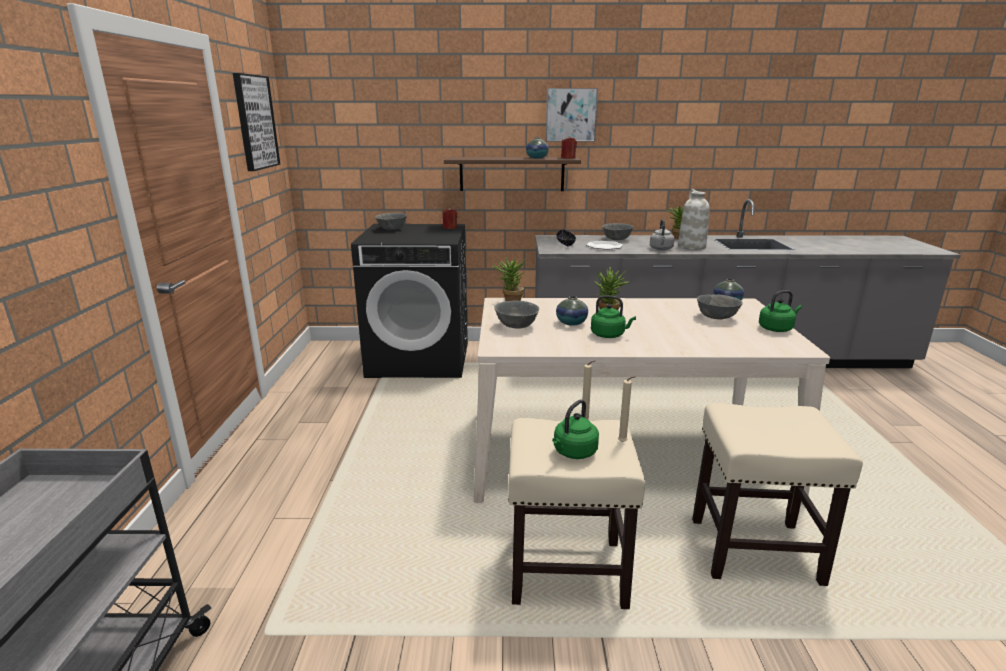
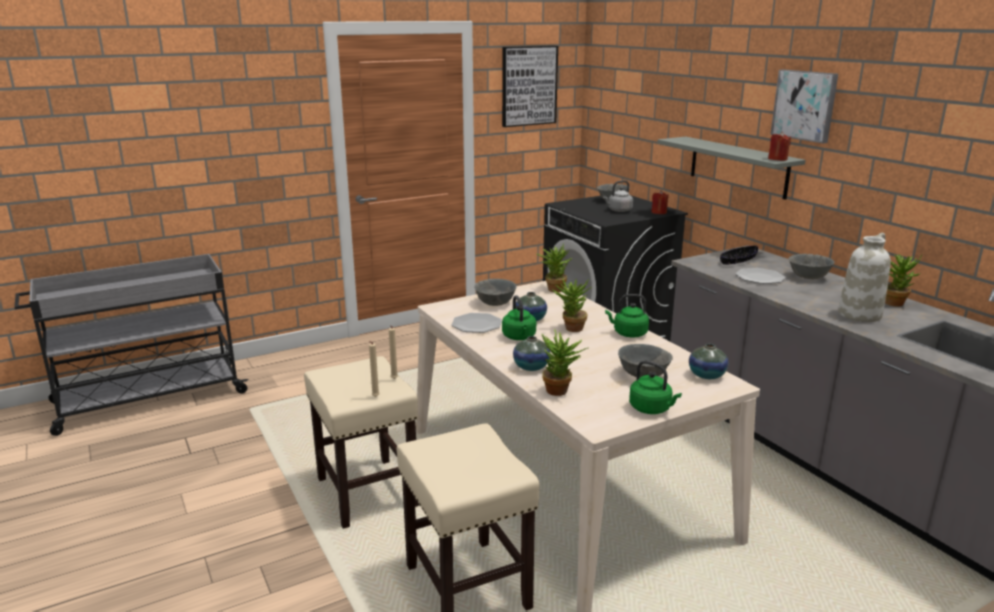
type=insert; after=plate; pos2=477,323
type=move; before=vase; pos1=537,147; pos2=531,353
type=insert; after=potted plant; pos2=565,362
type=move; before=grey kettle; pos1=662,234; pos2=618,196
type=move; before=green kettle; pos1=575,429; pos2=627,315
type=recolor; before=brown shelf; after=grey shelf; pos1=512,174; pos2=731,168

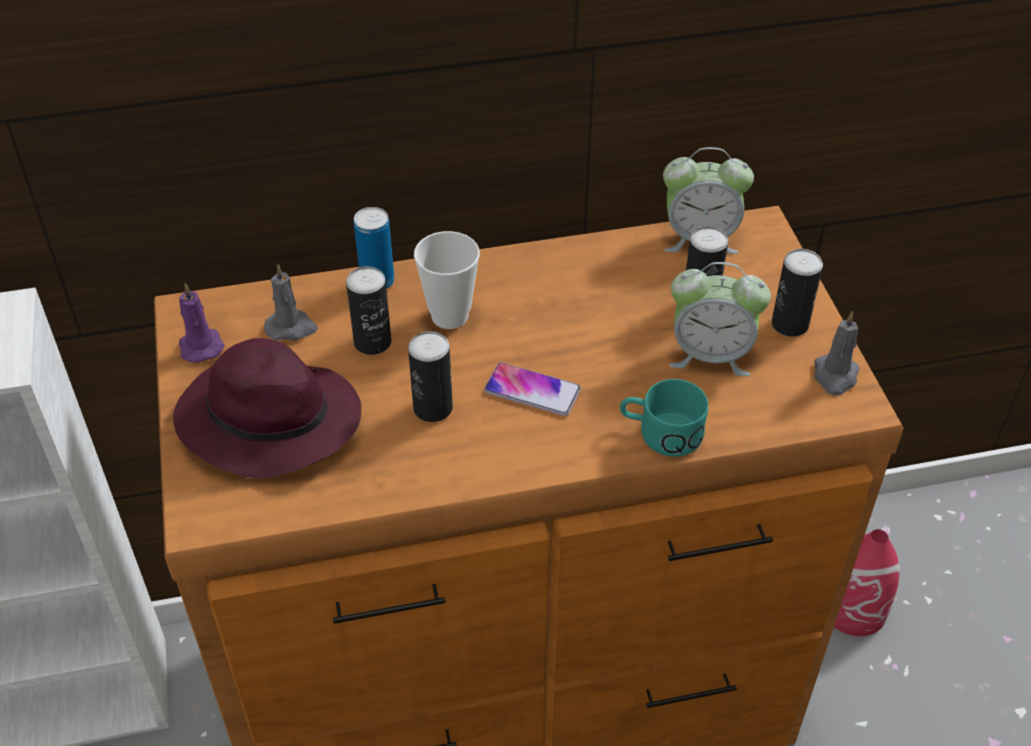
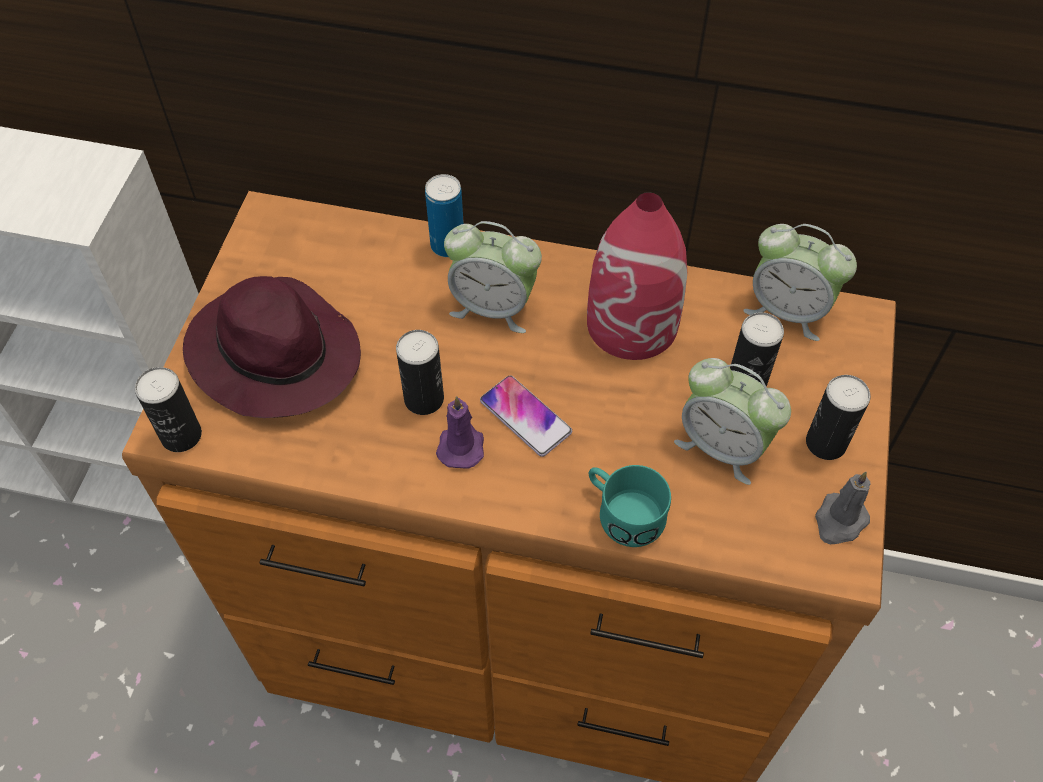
type=move; before=can; pos1=369,310; pos2=168,409
type=move; before=purple candle; pos1=202,323; pos2=460,432
type=replace; before=cup; after=alarm clock; pos1=447,280; pos2=493,277
type=move; before=red vase; pos1=867,582; pos2=637,276
type=delete; before=grey candle; pos1=291,302

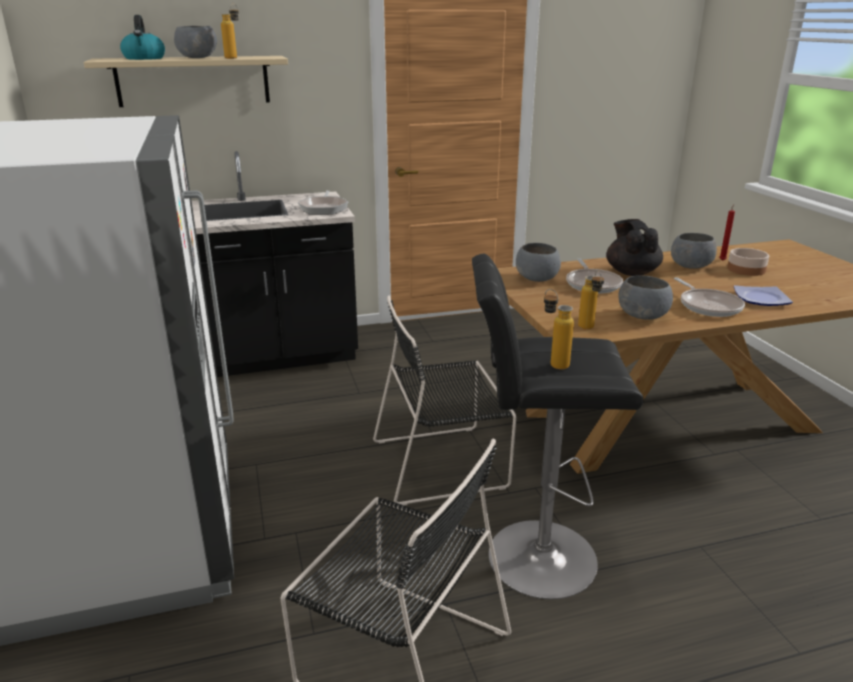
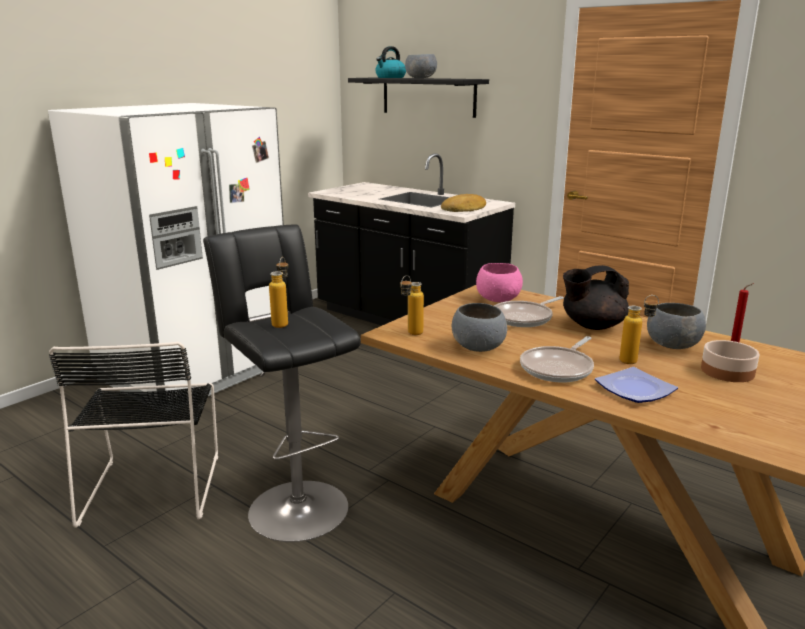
type=recolor; before=beige shelf; after=black shelf; pos1=186,81; pos2=418,97
type=replace; before=frying pan; after=bread; pos1=322,202; pos2=463,203
type=recolor; before=grey bowl; after=pink bowl; pos1=538,262; pos2=499,282
type=rotate; before=black teapot; pos1=634,247; pos2=596,297; turn=-150
type=move; before=bottle; pos1=230,31; pos2=639,329
type=delete; before=black chair; pos1=444,400

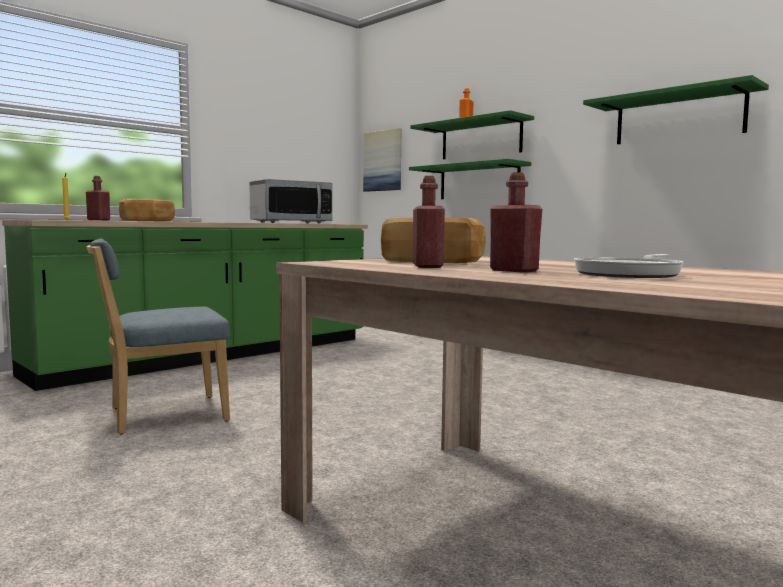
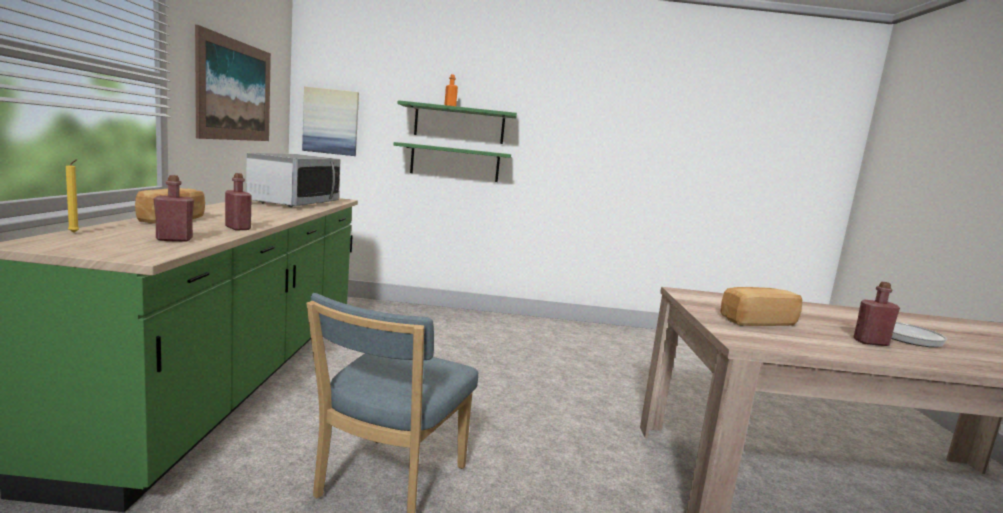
type=insert; after=picture; pos2=233,83
type=move; before=red bottle; pos1=429,222; pos2=238,202
type=delete; before=green shelf; pos1=676,109

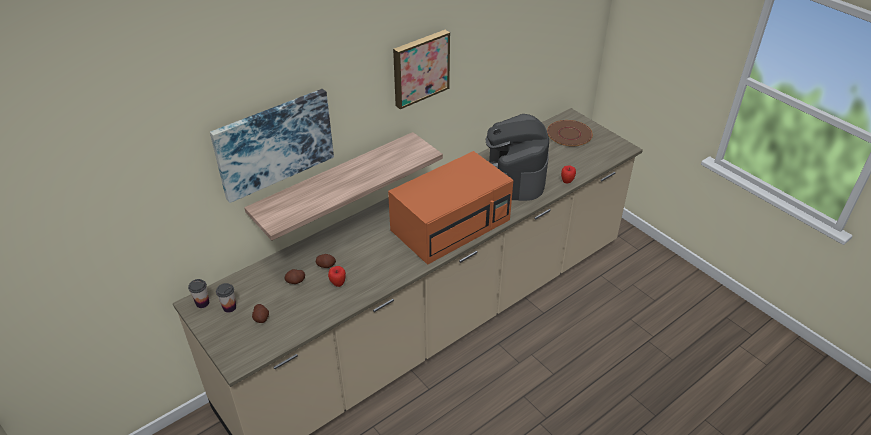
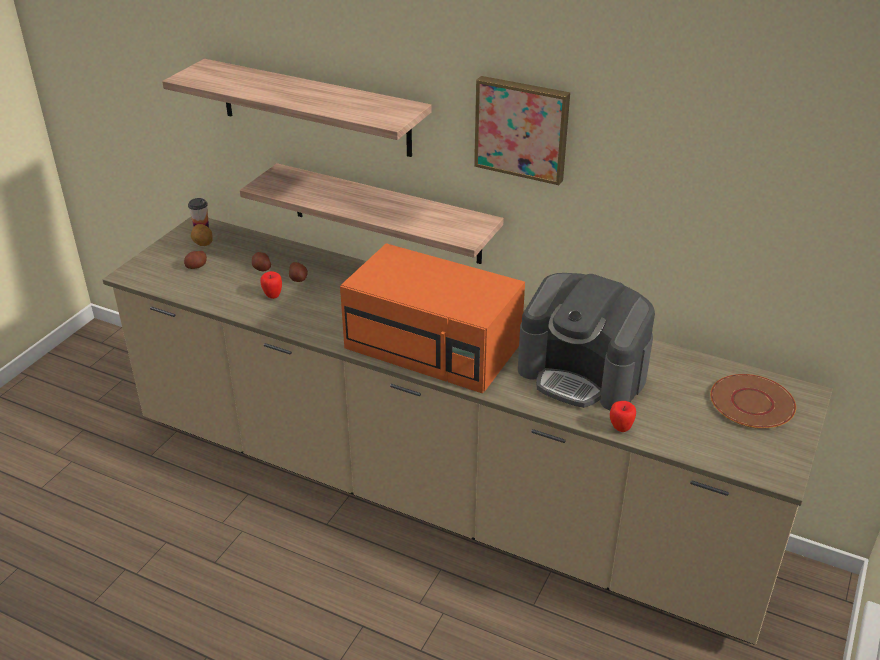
type=replace; before=picture; after=shelf; pos1=272,146; pos2=297,108
type=replace; before=cup; after=potato; pos1=226,298; pos2=202,235
type=rotate; before=coffee machine; pos1=517,157; pos2=586,341; turn=-120

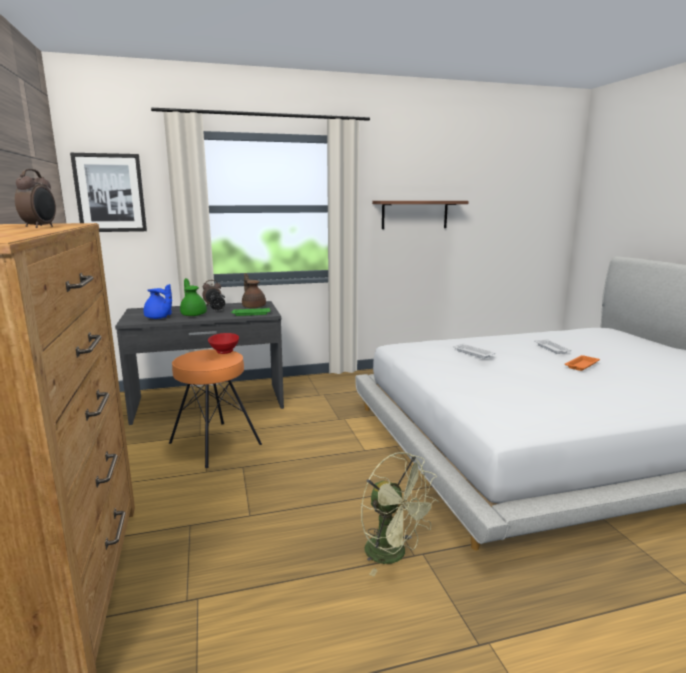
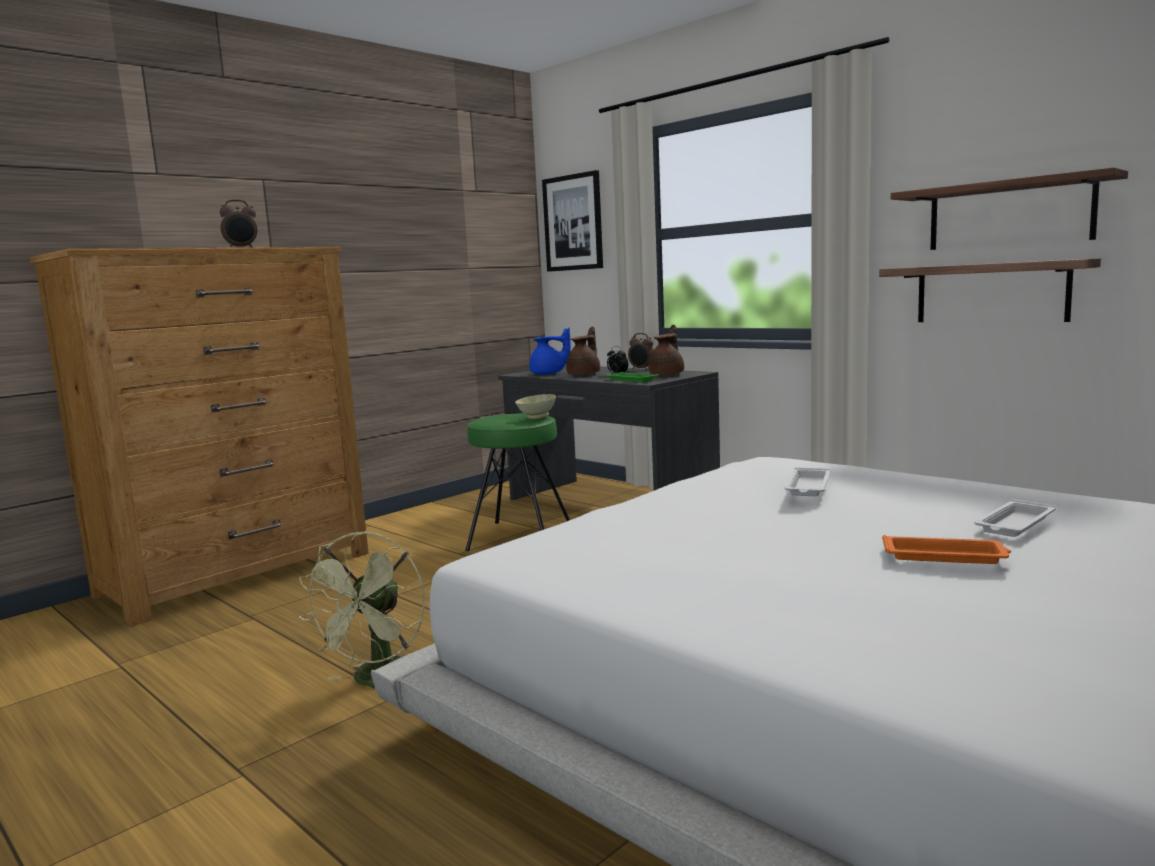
type=recolor; before=orange stool; after=green stool; pos1=215,408; pos2=517,482
type=recolor; before=red bowl; after=beige bowl; pos1=223,343; pos2=535,406
type=rotate; before=blue teapot; pos1=158,301; pos2=550,350; turn=-90
type=recolor; before=green teapot; after=brown teapot; pos1=193,297; pos2=583,351
type=insert; after=shelf; pos2=990,290

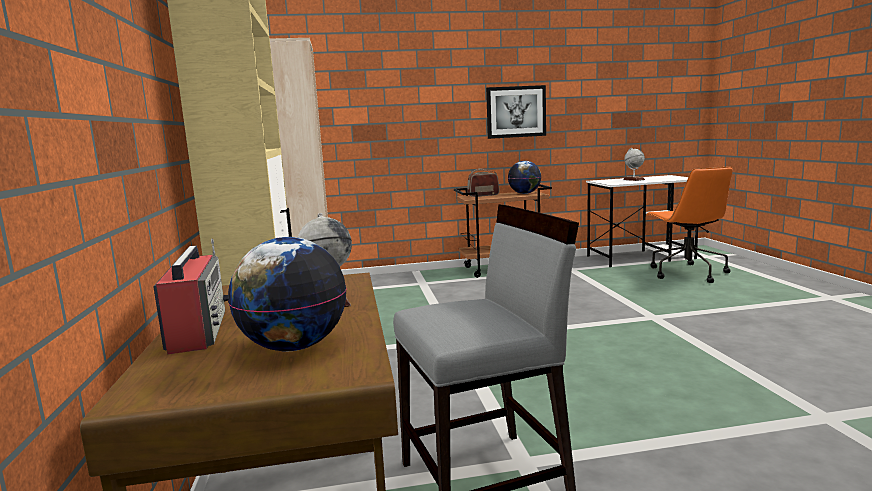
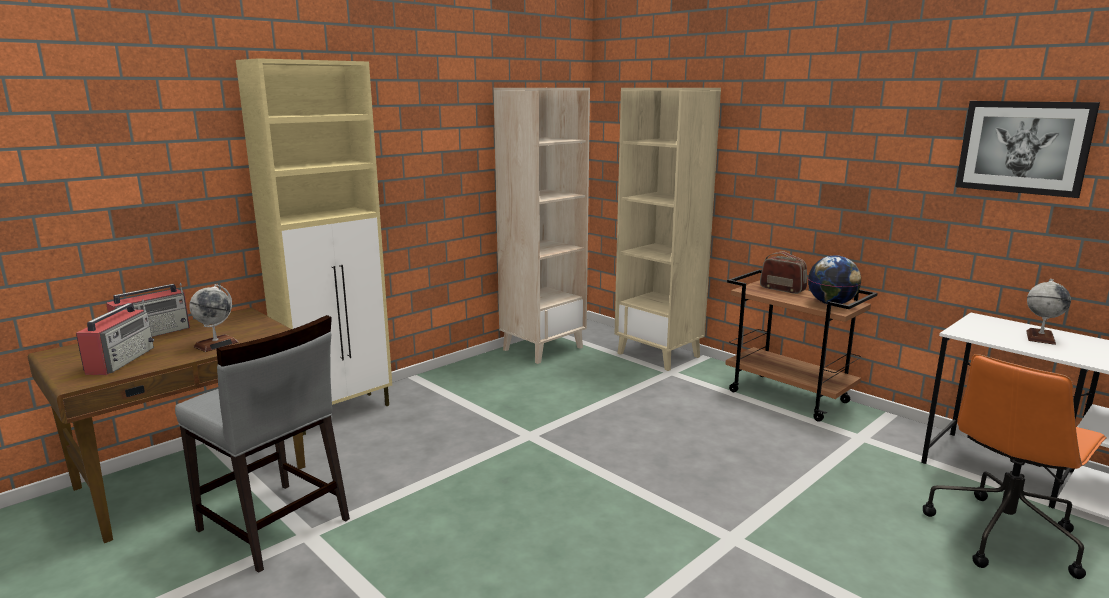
type=replace; before=globe; after=radio; pos1=287,294; pos2=115,337
type=insert; after=beige bookcase; pos2=668,229
type=move; before=picture; pos1=516,112; pos2=1028,149

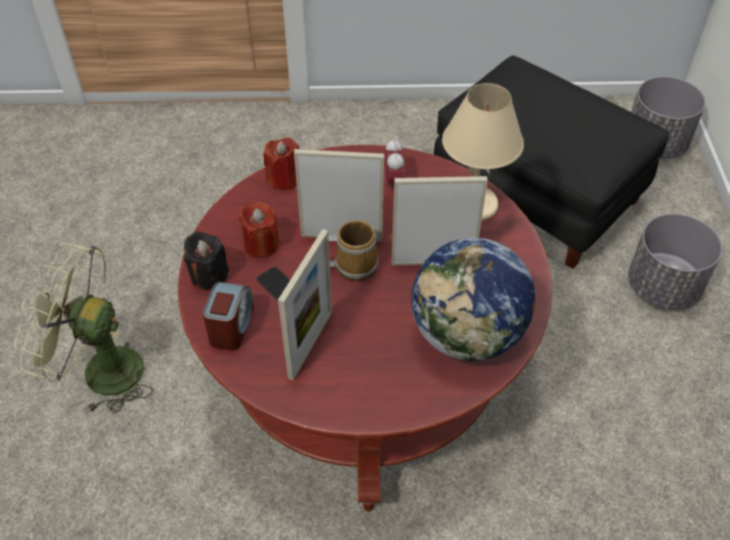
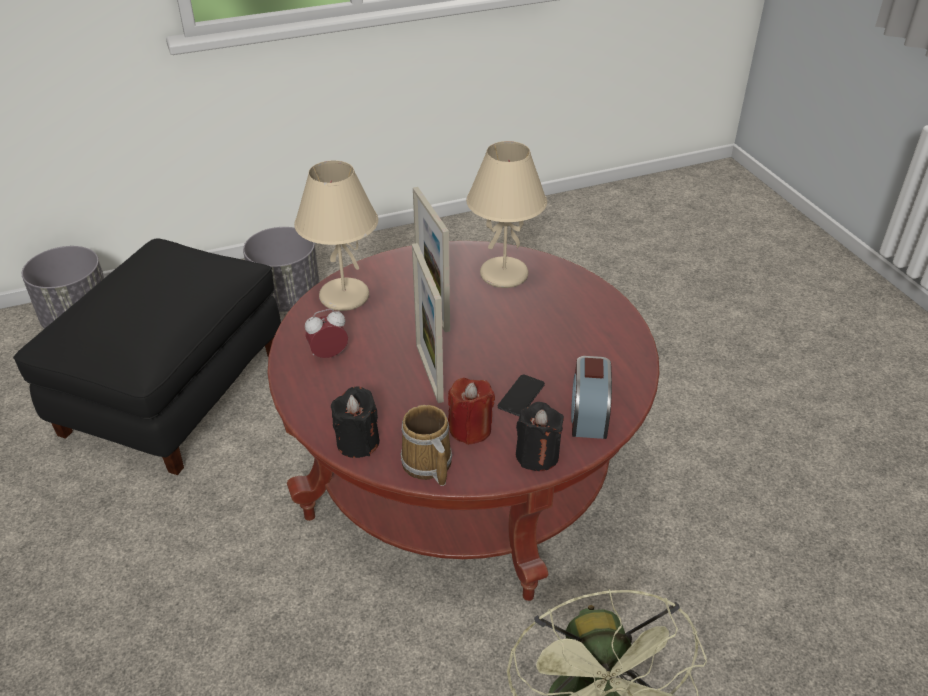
type=recolor; before=red candle; after=black candle; pos1=281,163; pos2=355,422
type=move; before=mug; pos1=353,251; pos2=426,445
type=replace; before=globe; after=beige table lamp; pos1=473,299; pos2=506,214
type=rotate; before=alarm clock; pos1=228,316; pos2=591,397; turn=-75
type=delete; before=picture frame; pos1=305,304

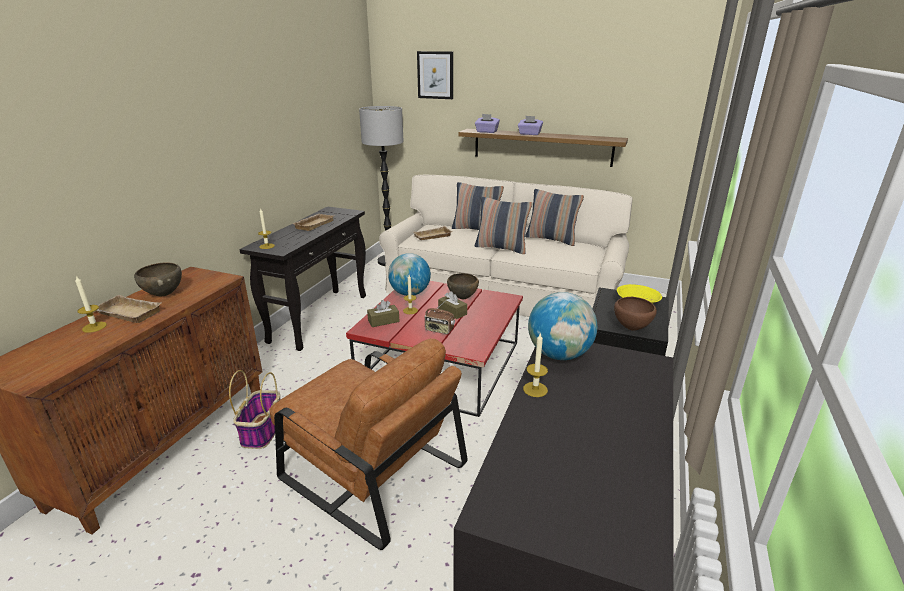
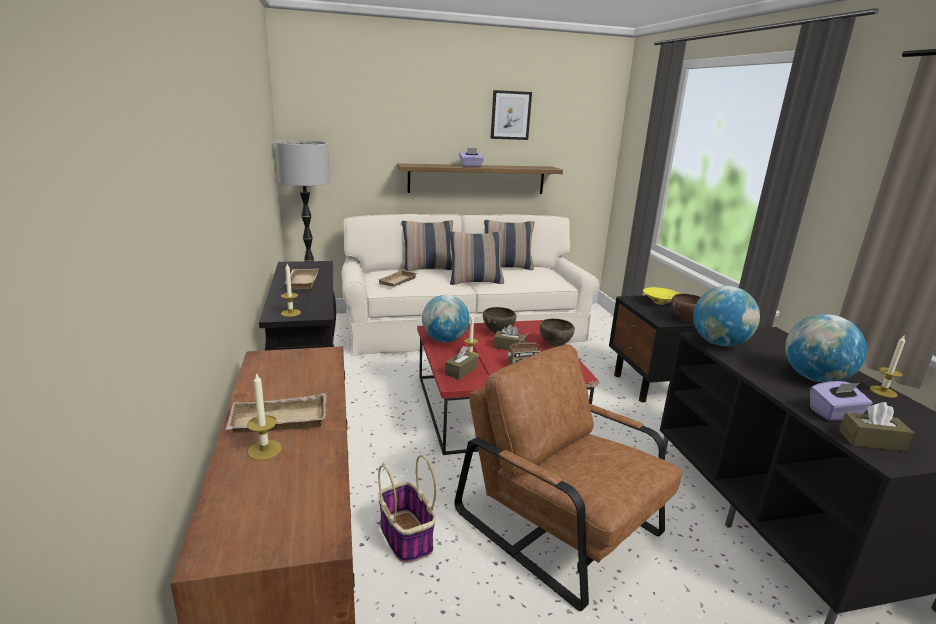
type=rotate; before=brown armchair; pos1=368,444; pos2=568,478; turn=-135
type=move; before=picture; pos1=435,75; pos2=511,115
type=move; before=brown bowl; pos1=158,279; pos2=557,333
type=insert; after=globe; pos2=826,348
type=move; before=purple tissue box; pos1=487,123; pos2=841,401
type=insert; after=brown tissue box; pos2=876,426
type=move; before=candle; pos1=535,365; pos2=887,366

